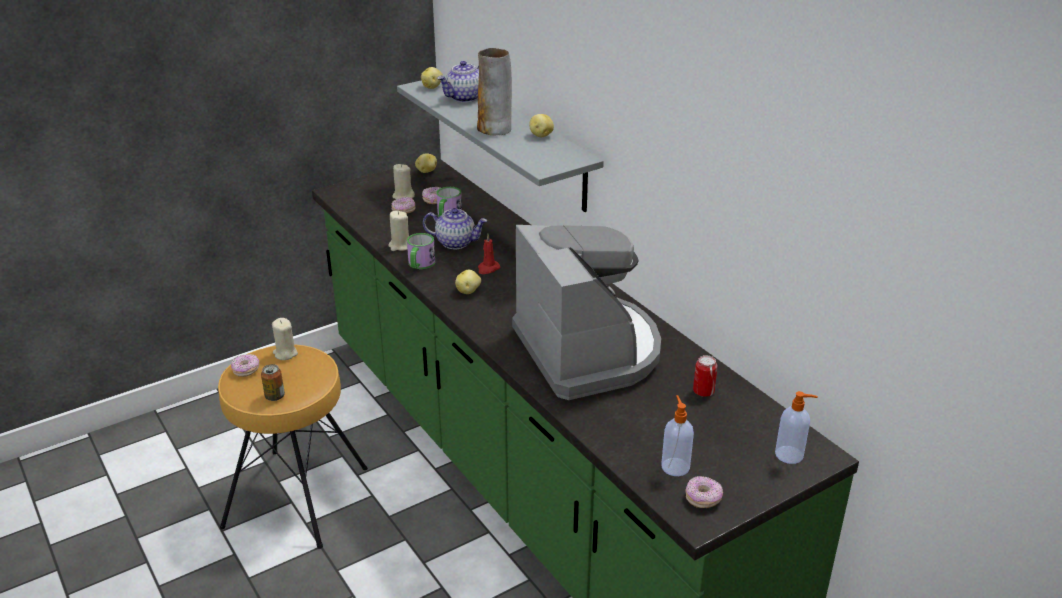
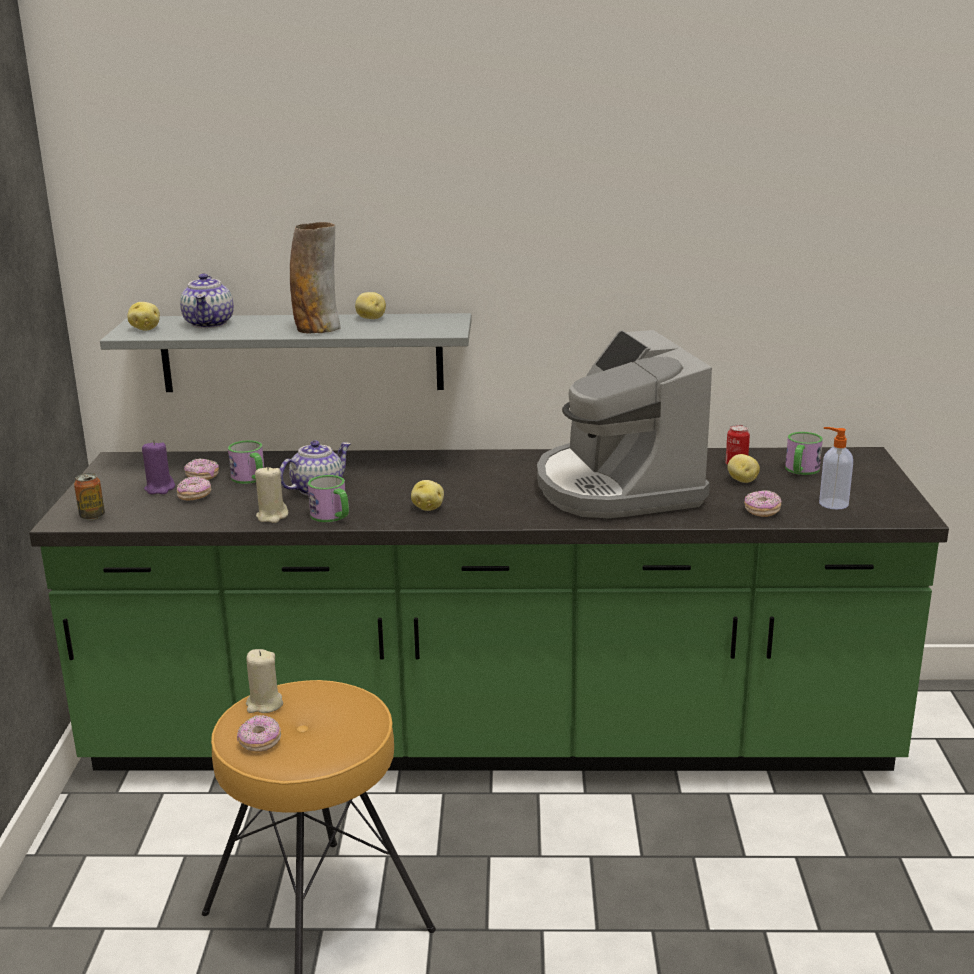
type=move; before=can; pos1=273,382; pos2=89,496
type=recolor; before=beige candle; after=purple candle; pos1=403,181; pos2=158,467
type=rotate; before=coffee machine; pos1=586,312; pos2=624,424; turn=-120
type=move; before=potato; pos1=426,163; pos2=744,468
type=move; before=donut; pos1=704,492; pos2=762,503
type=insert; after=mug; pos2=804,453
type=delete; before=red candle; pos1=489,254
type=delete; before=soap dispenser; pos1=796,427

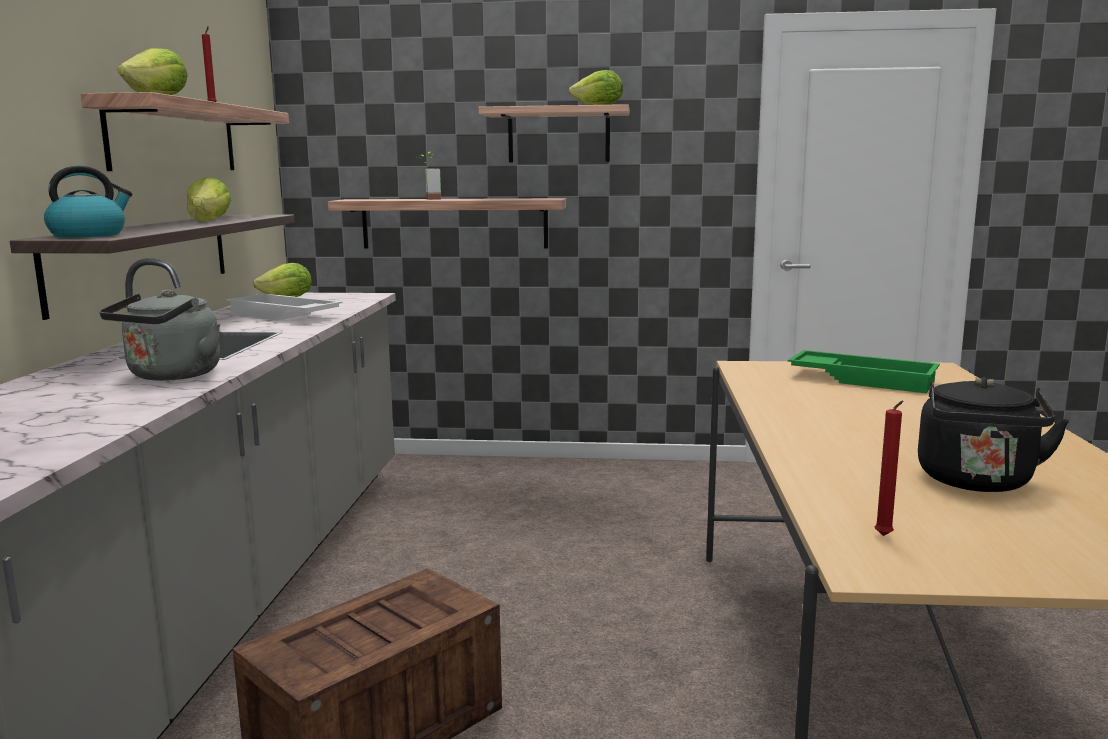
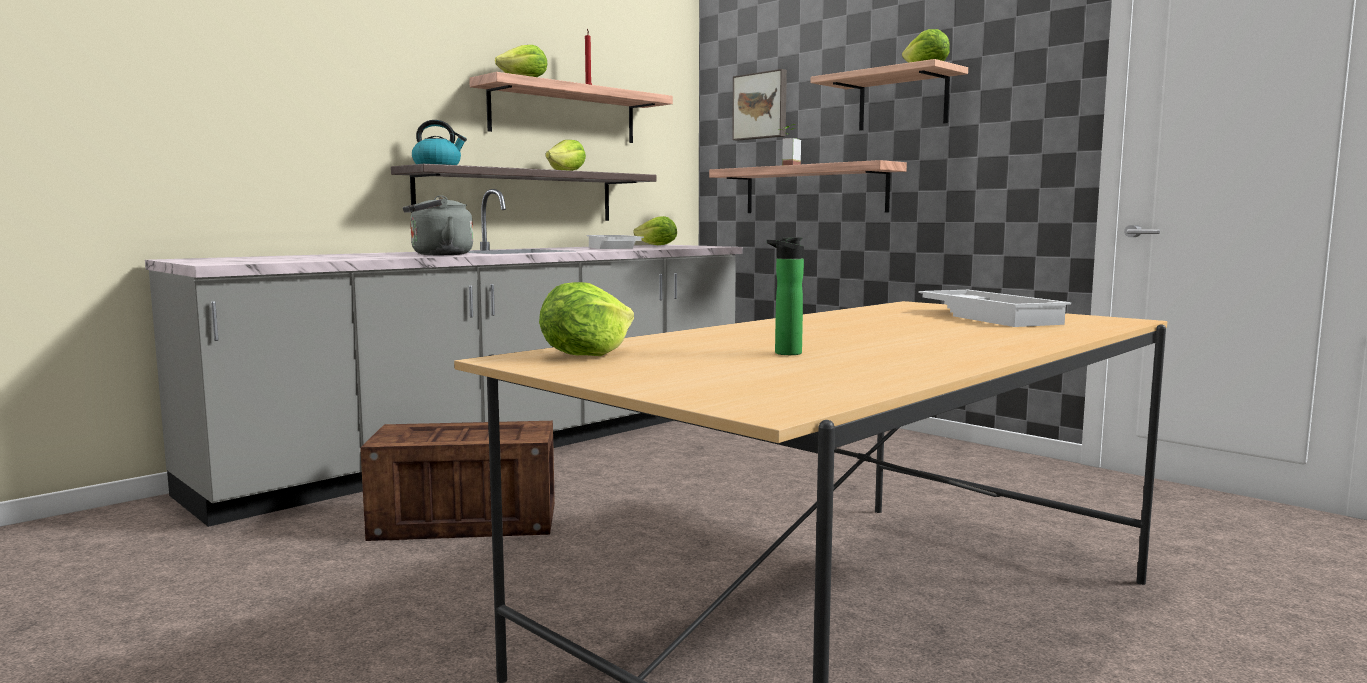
type=replace; before=red candle; after=lettuce; pos1=889,468; pos2=586,319
type=insert; after=picture; pos2=759,105
type=replace; before=black kettle; after=bottle; pos1=994,434; pos2=785,296
type=recolor; before=green tray; after=white tray; pos1=864,371; pos2=994,308

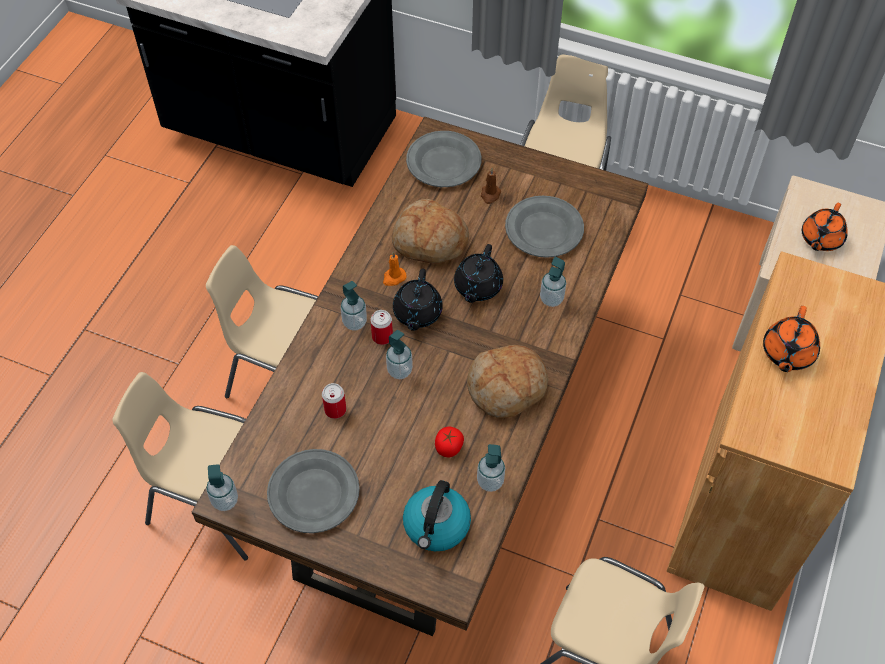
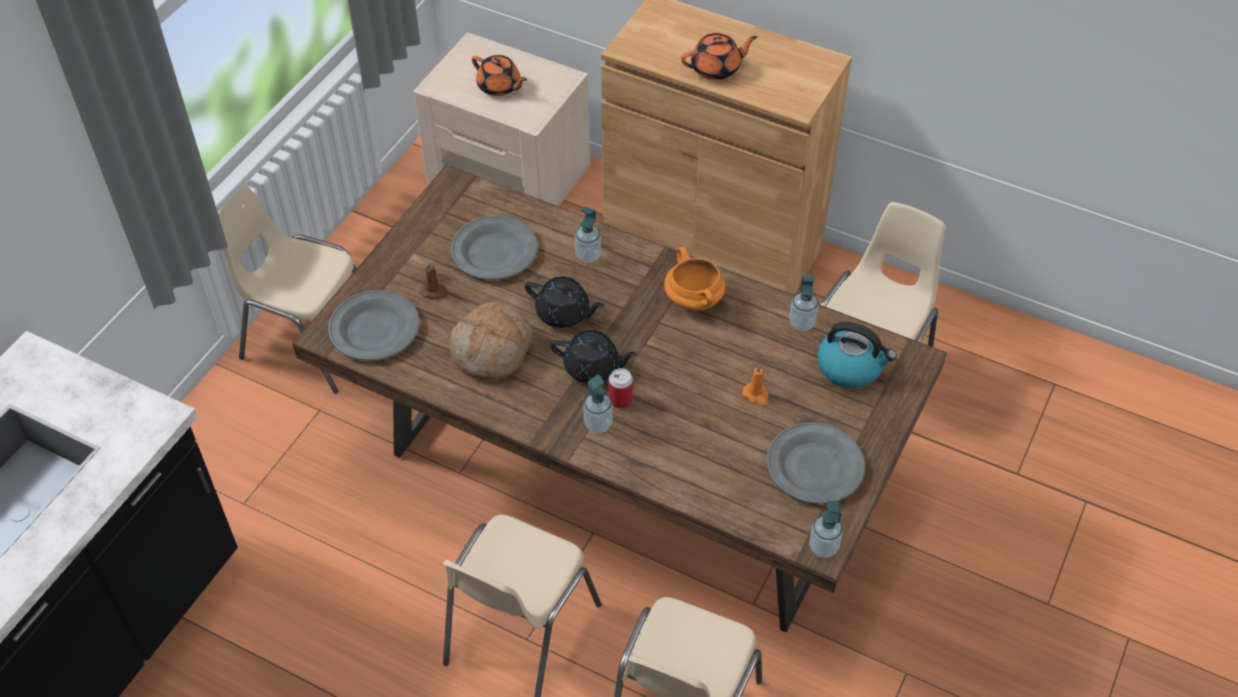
type=replace; before=bread; after=orange cooking pot; pos1=507,381; pos2=695,279
type=rotate; before=orange teapot; pos1=791,339; pos2=719,56; turn=-45
type=move; before=orange candle; pos1=394,269; pos2=755,385
type=delete; before=can; pos1=334,401
type=delete; before=soap dispenser; pos1=399,354
type=delete; before=tomato; pos1=449,442

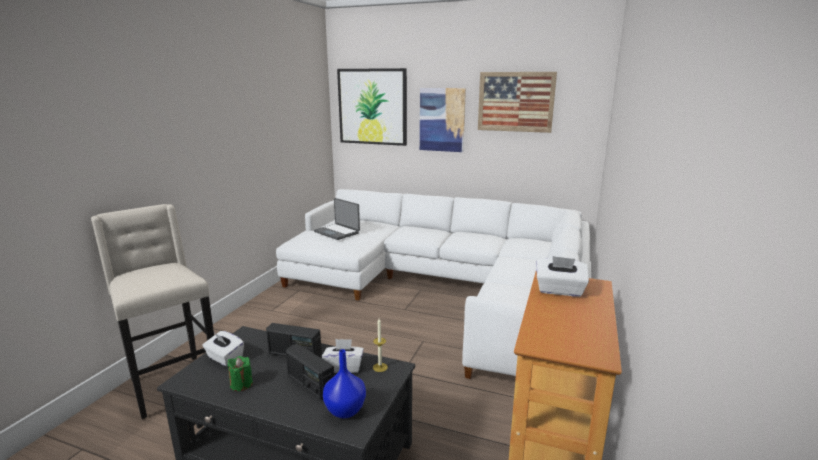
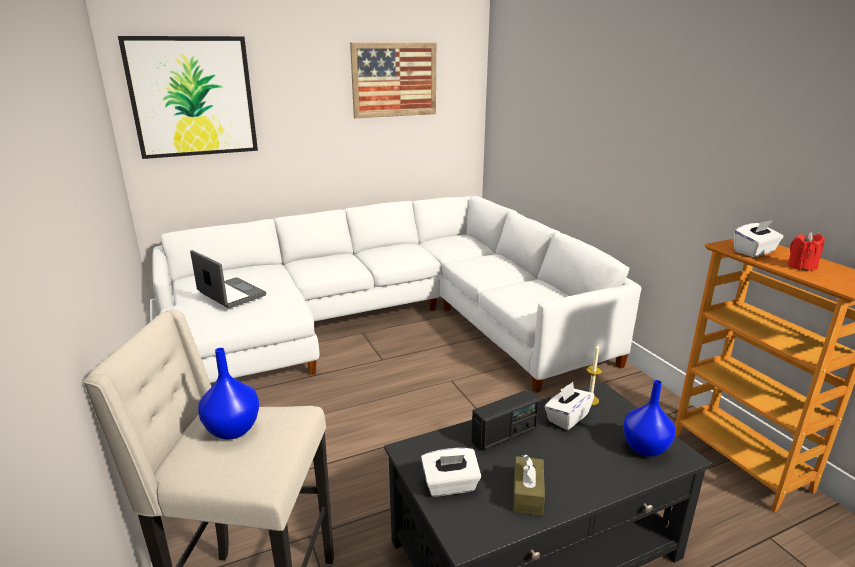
type=rotate; before=laptop; pos1=337,219; pos2=228,279; turn=-135
type=insert; after=blue vase; pos2=228,394
type=replace; before=green candle; after=brown tissue box; pos1=240,373; pos2=529,484
type=insert; after=red candle; pos2=806,251
type=delete; before=radio; pos1=310,372
type=delete; before=picture; pos1=443,120

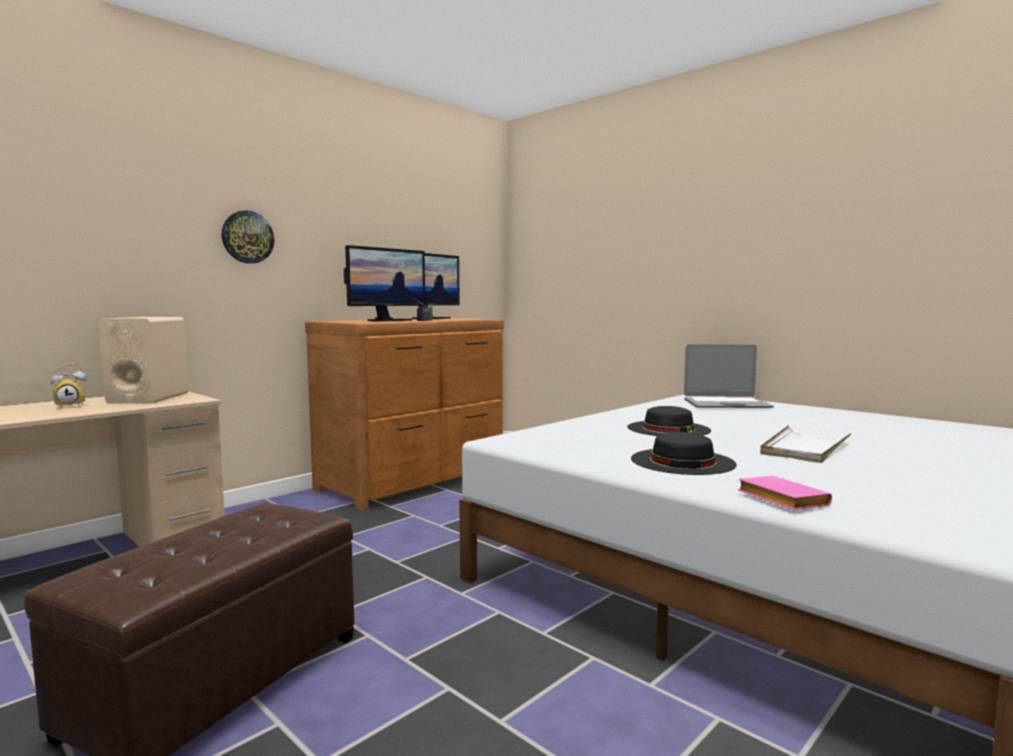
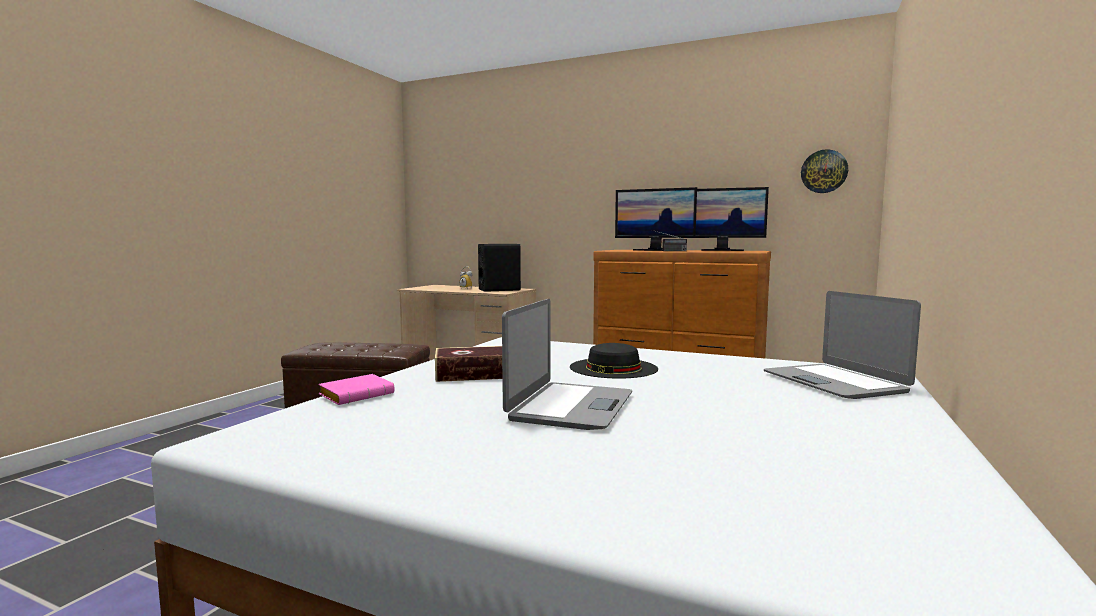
type=replace; before=black hat; after=book; pos1=684,453; pos2=468,364
type=recolor; before=beige speaker; after=black speaker; pos1=144,360; pos2=499,268
type=replace; before=white tray; after=laptop; pos1=805,444; pos2=567,364
type=move; before=wall clock; pos1=248,237; pos2=824,171

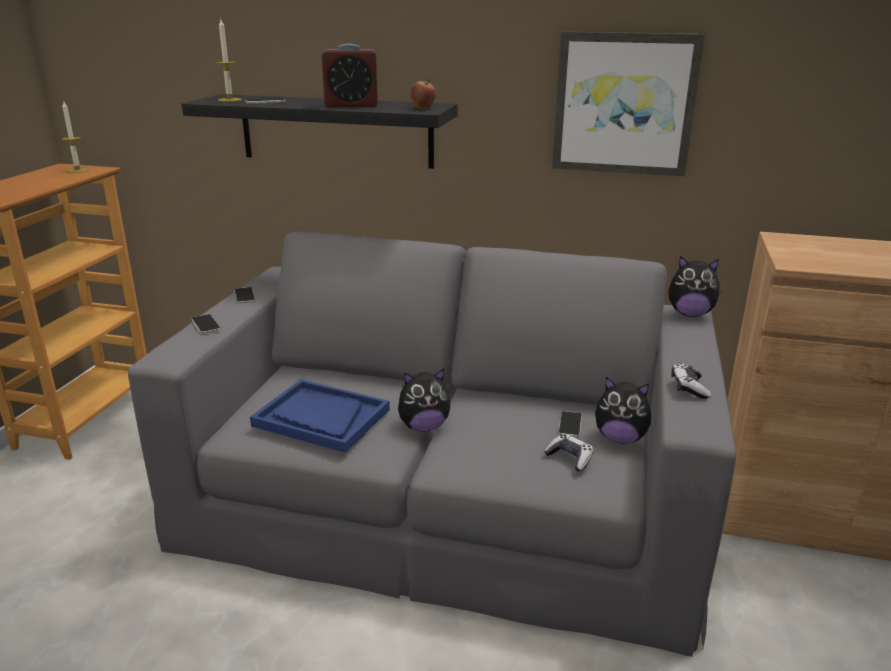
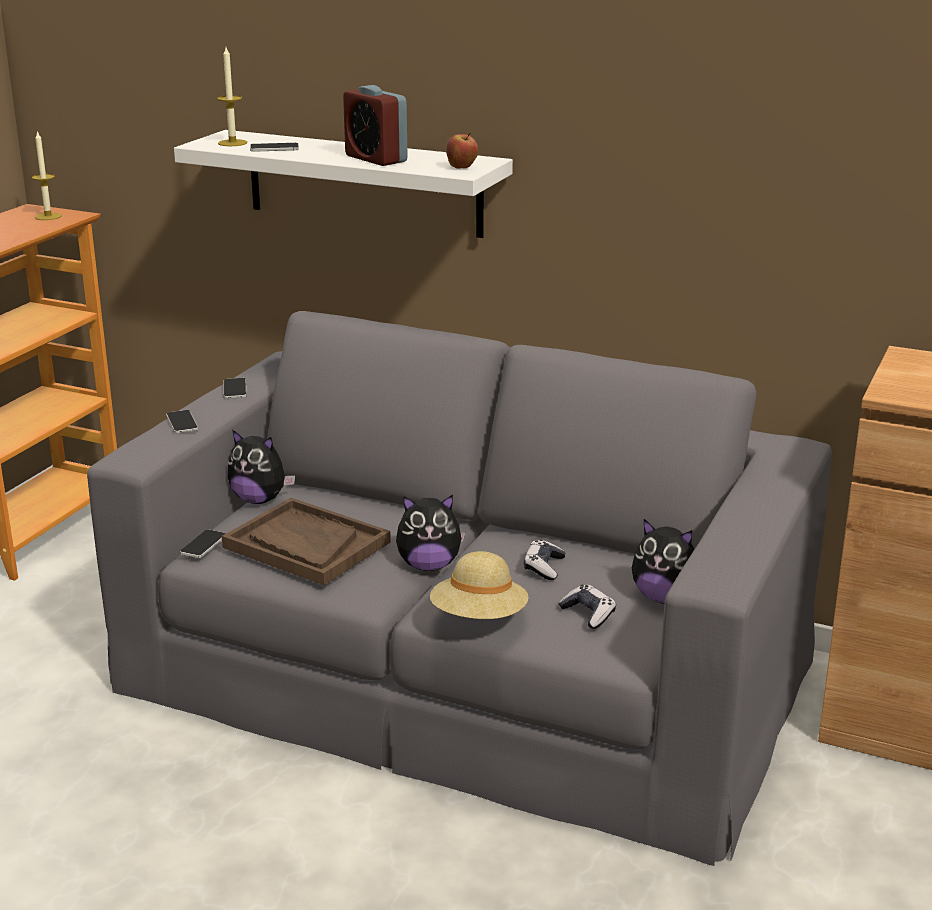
type=recolor; before=black shelf; after=white shelf; pos1=320,131; pos2=343,184
type=move; before=phone; pos1=570,424; pos2=203,544
type=recolor; before=blue tray; after=brown tray; pos1=320,416; pos2=306,541
type=move; before=plush toy; pos1=695,286; pos2=261,467
type=rotate; before=alarm clock; pos1=350,75; pos2=375,125; turn=45
type=insert; after=beige hat; pos2=479,585
type=move; before=game controller; pos1=691,381; pos2=545,560
type=delete; before=picture; pos1=628,103

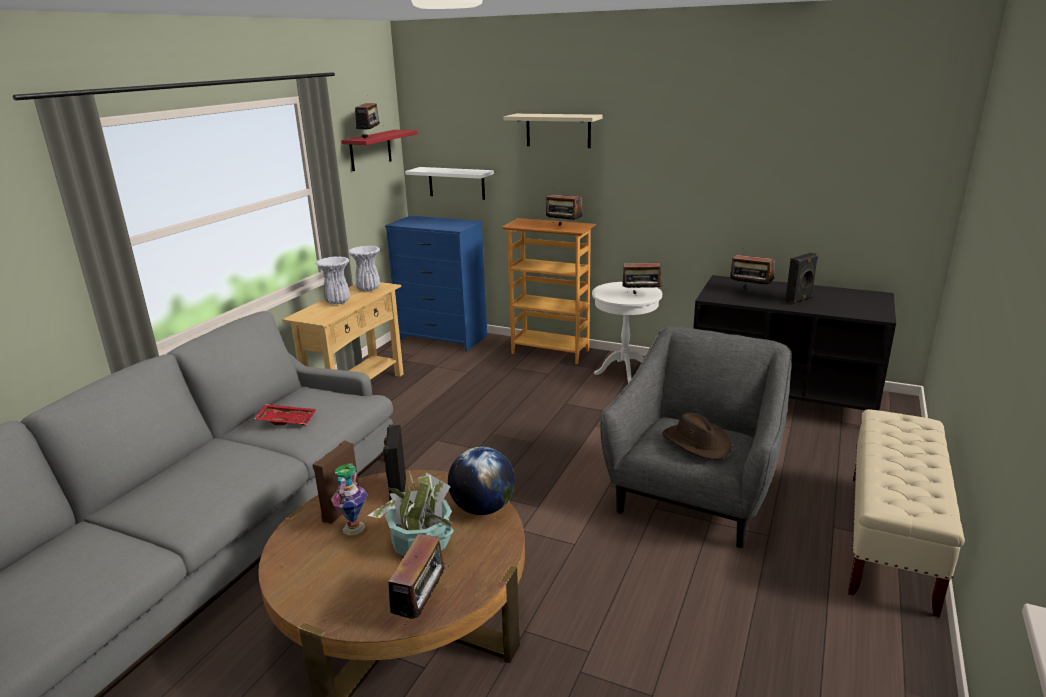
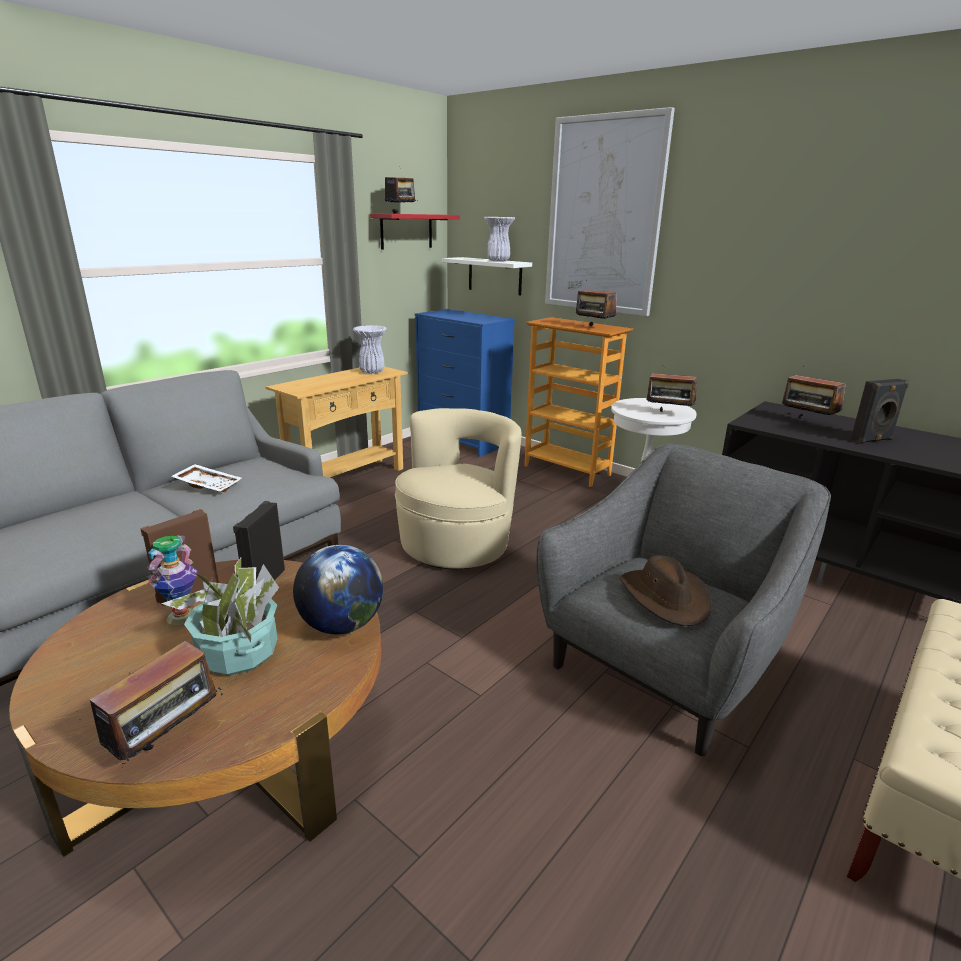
type=recolor; before=red tray; after=white tray; pos1=285,414; pos2=206,478
type=insert; after=beige armchair; pos2=458,488
type=move; before=white vase; pos1=332,280; pos2=499,239
type=replace; before=beige shelf; after=picture; pos1=553,131; pos2=610,211

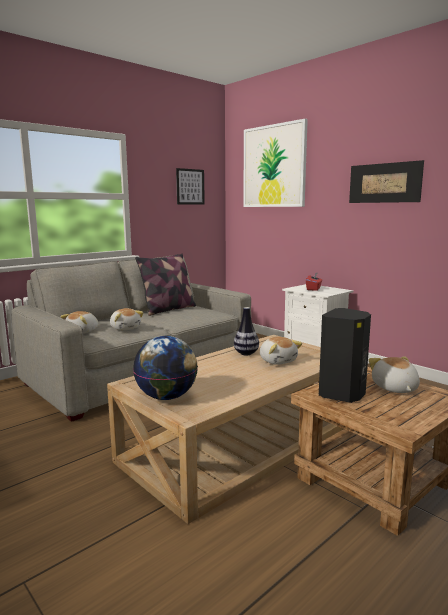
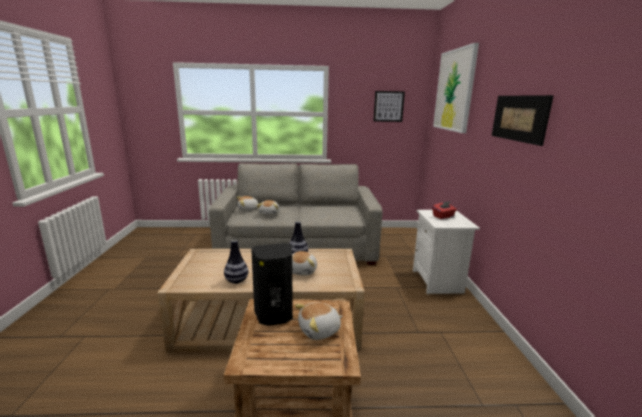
type=insert; after=vase; pos2=236,262
type=rotate; before=plush toy; pos1=394,374; pos2=319,321; turn=-150
type=delete; before=globe; pos1=165,368
type=delete; before=pillow; pos1=165,284

